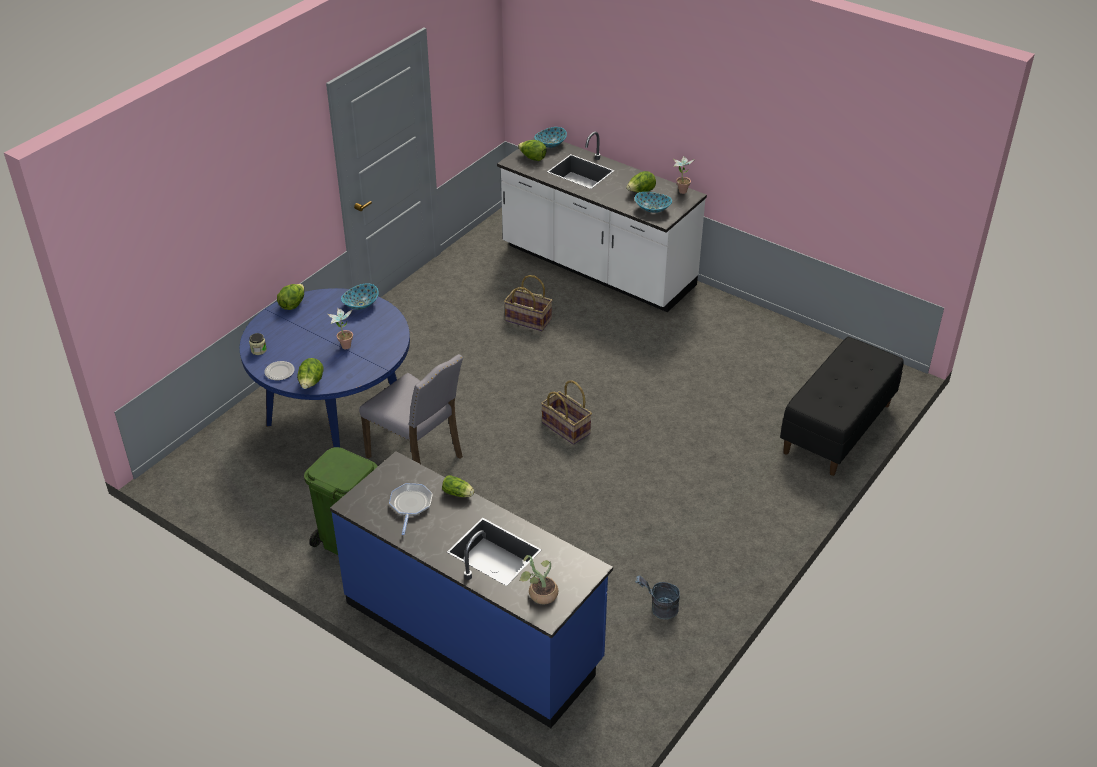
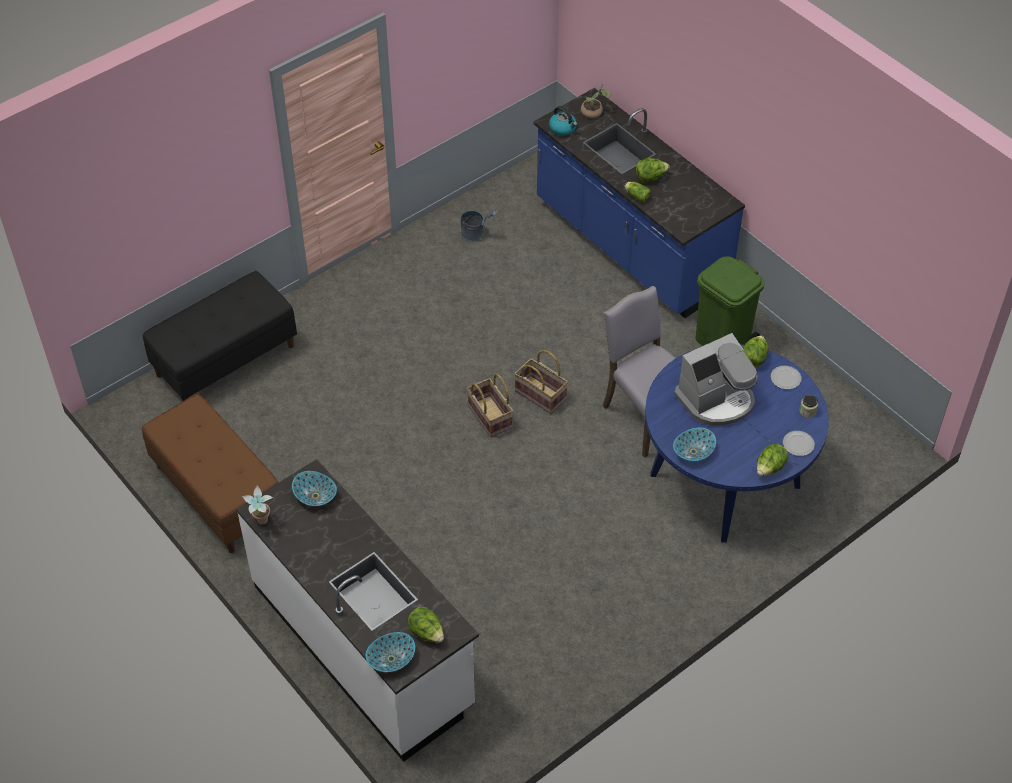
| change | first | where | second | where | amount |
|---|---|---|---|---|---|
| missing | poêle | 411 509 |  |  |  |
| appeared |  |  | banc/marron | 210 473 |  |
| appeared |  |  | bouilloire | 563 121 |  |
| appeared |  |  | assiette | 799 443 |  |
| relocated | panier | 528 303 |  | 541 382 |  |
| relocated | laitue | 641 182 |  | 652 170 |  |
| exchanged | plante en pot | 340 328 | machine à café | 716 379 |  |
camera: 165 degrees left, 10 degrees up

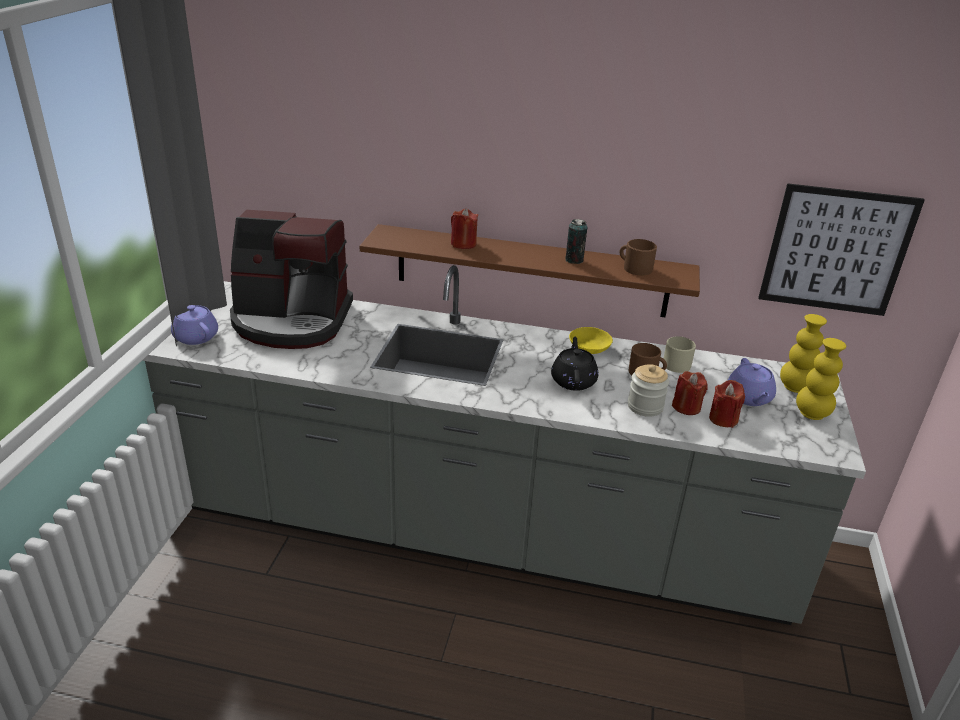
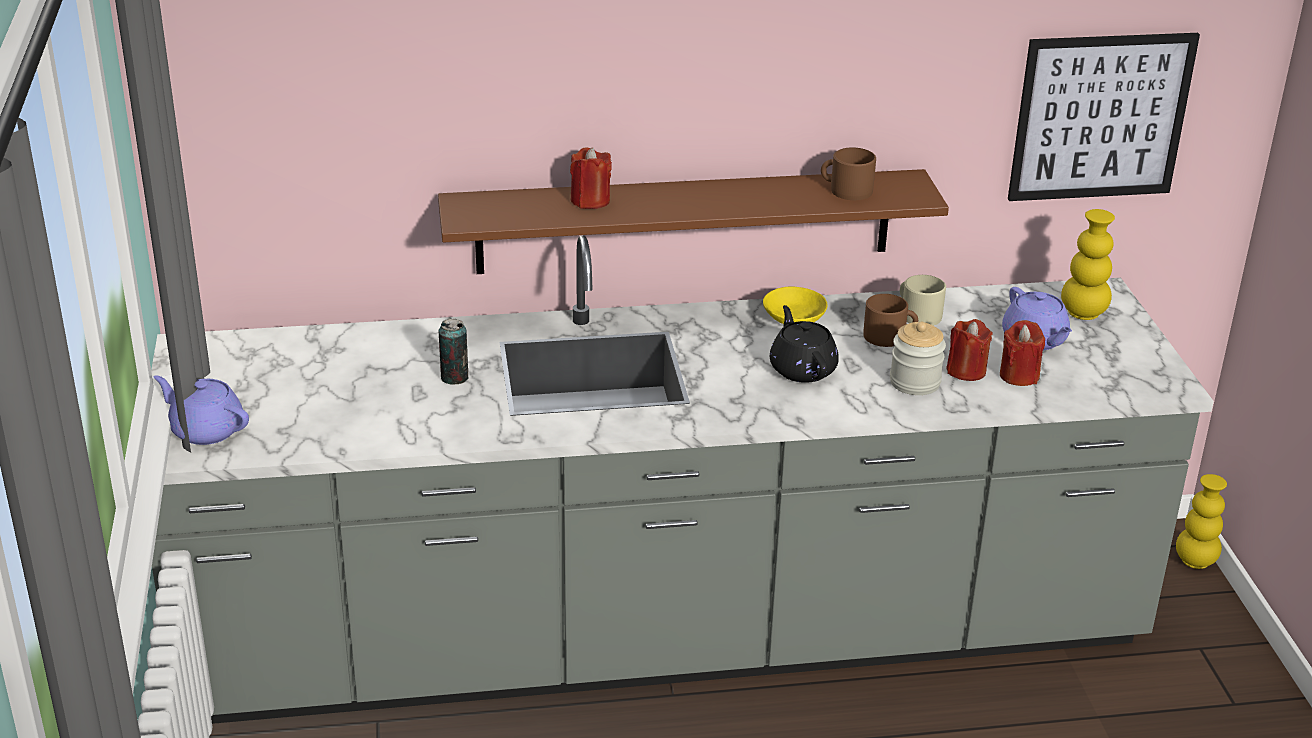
| change | first | where | second | where | amount |
|---|---|---|---|---|---|
| missing | machine à café | 291 279 |  |  |  |
| relocated | boîte métallique | 576 241 |  | 454 352 |  |
| relocated | vase/jaune | 821 379 |  | 1201 521 |  |
camera: 20 degrees left, 0 degrees up

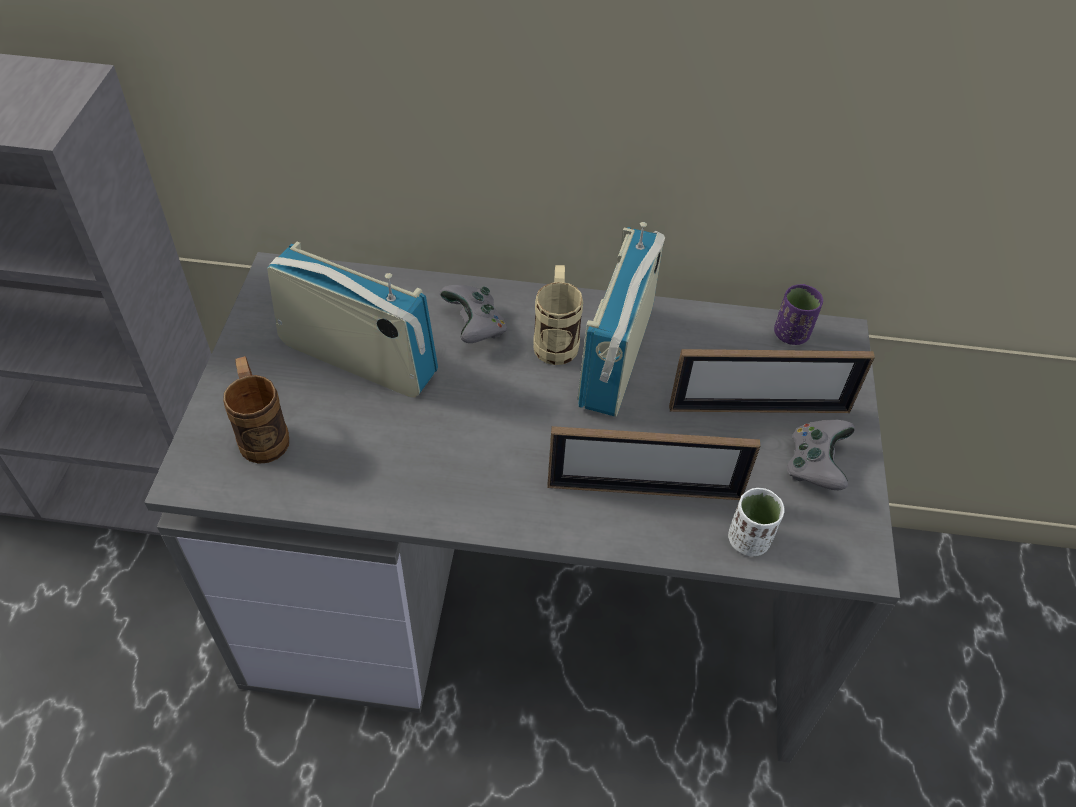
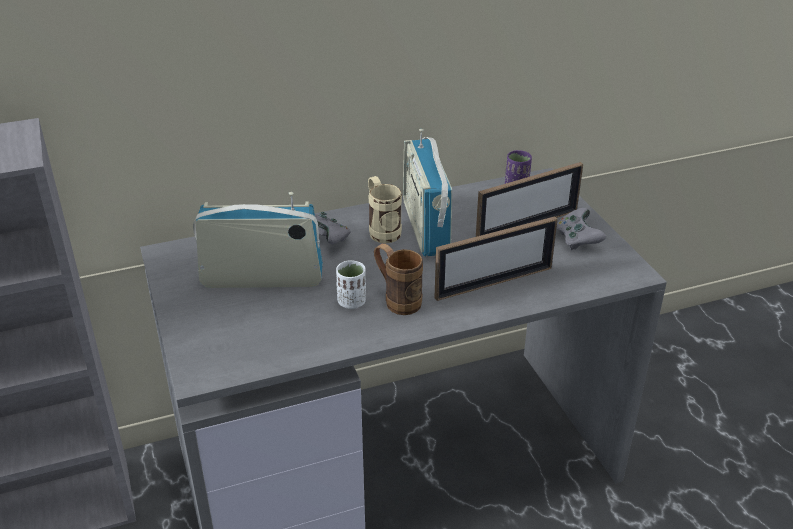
| change | first | where | second | where | amount |
|---|---|---|---|---|---|
| relocated | mug/marron | 256 410 |  | 398 279 |  |
| relocated | tasse/blanc | 756 522 |  | 351 284 |  |
camera: 25 degrees left, 15 degrees down

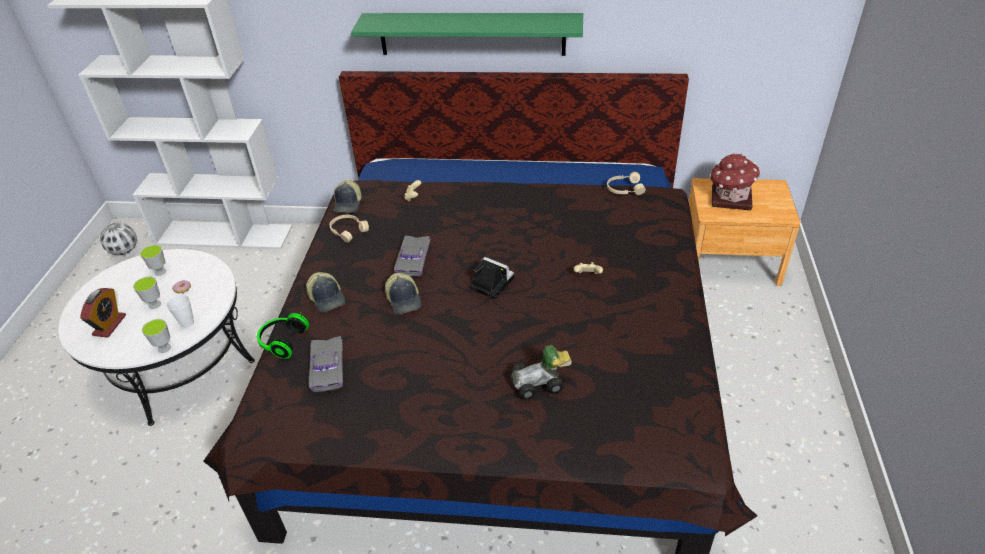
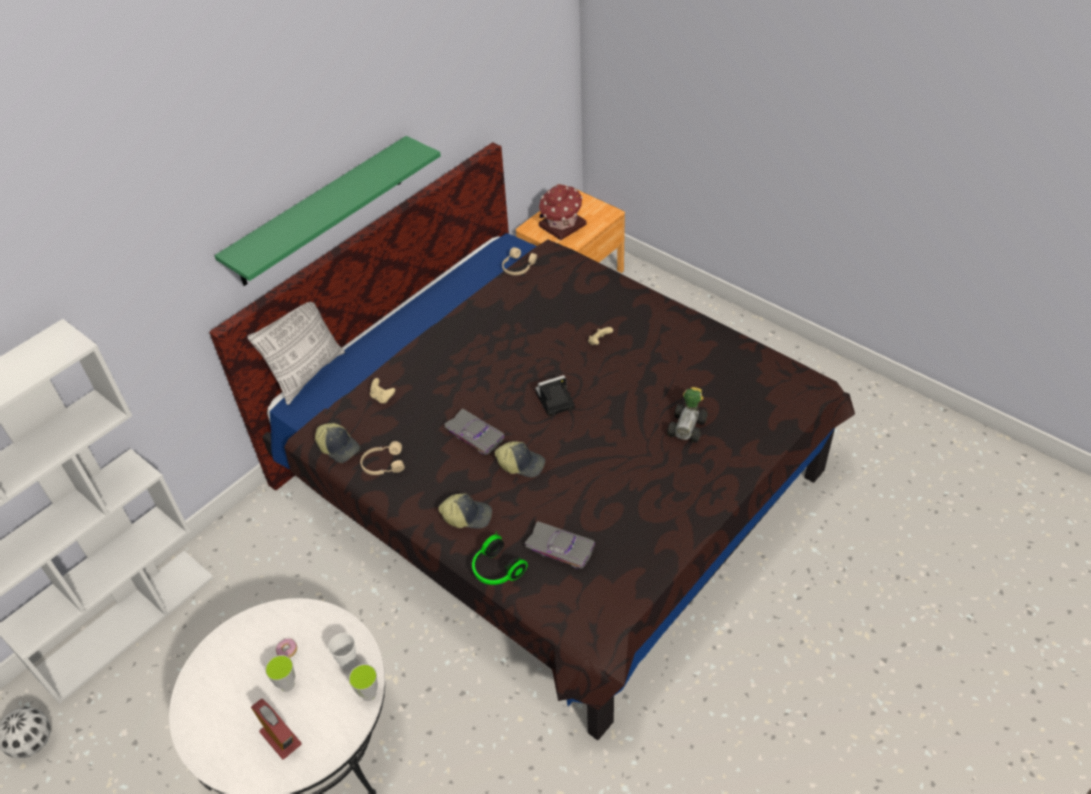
| change | first | where | second | where | amount |
|---|---|---|---|---|---|
| missing | tasse | 153 260 |  |  |  |
| appeared |  |  | coussin | 296 353 |  |
camera: 55 degrees left, 5 degrees up

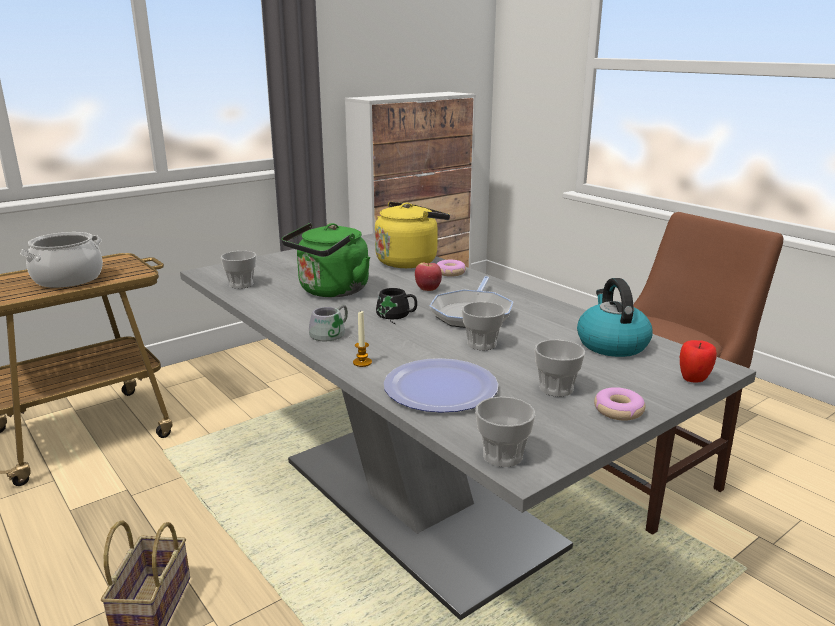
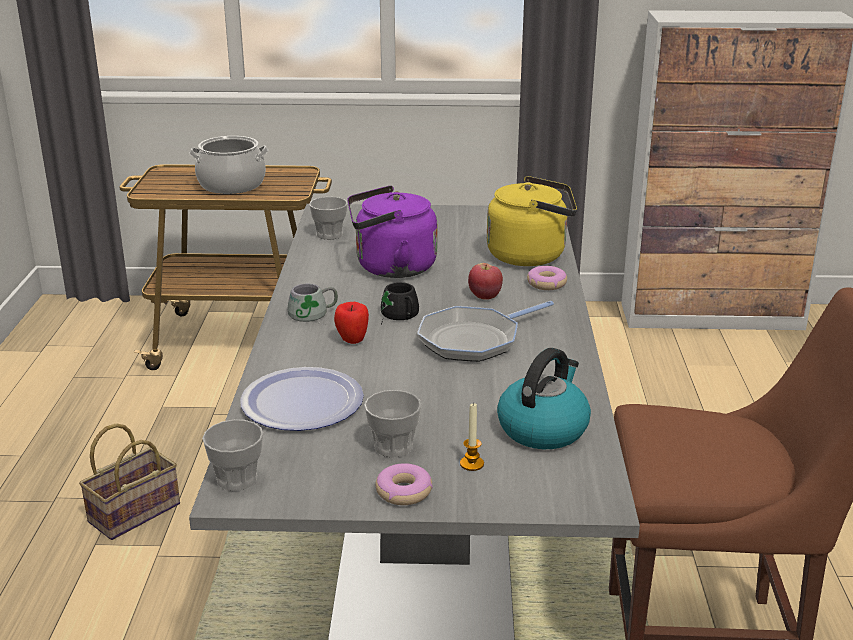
| change | first | where | second | where | amount |
|---|---|---|---|---|---|
| missing | tasse | 483 326 |  |  |  |
| relocated | bougie | 362 338 |  | 472 436 |  |
| relocated | pomme | 698 361 |  | 351 323 |  |
| colour | bouilloire/vert | 326 260 | bouilloire/violet | 392 231 |  |
camera: 40 degrees right, 5 degrees up

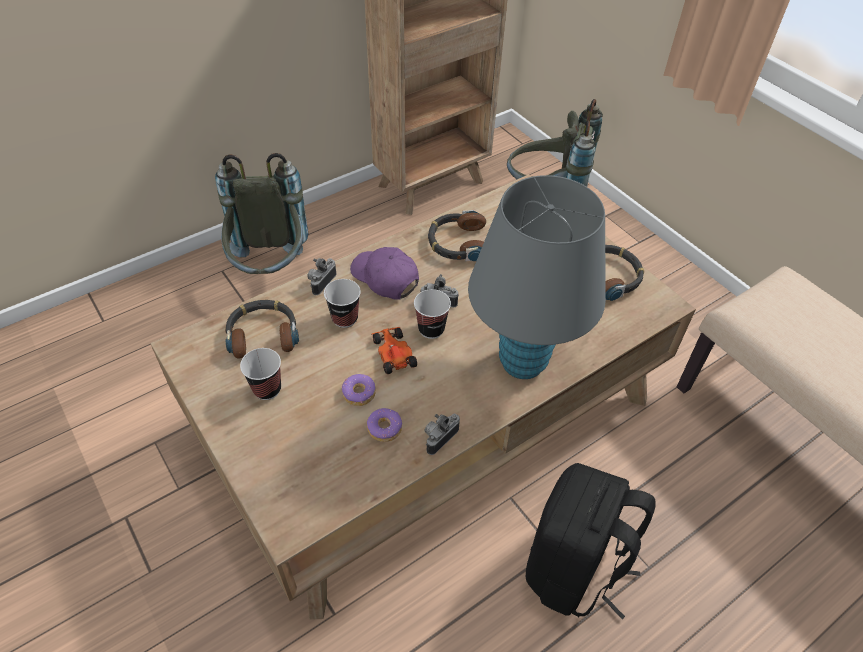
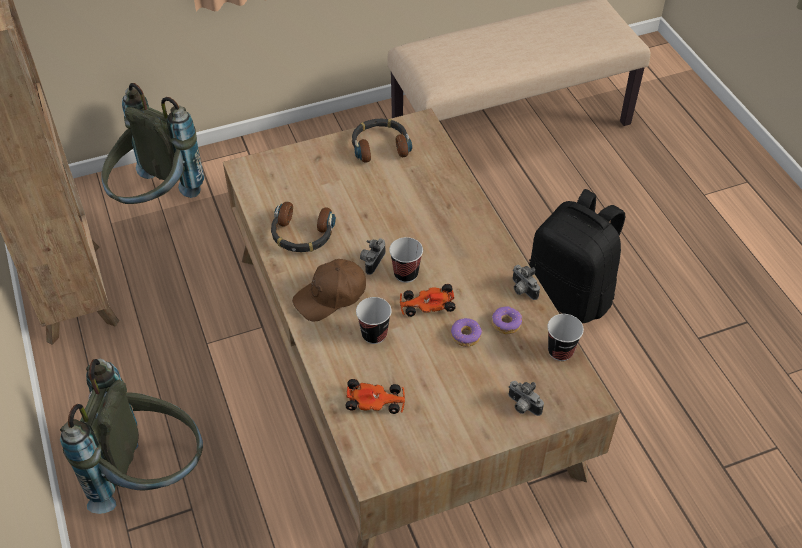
| change | first | where | second | where | amount |
|---|---|---|---|---|---|
| missing | lampe de table/gris | 537 277 |  |  |  |
| relocated | tasse | 260 374 |  | 565 337 |  |
| relocated | appareil photo | 321 276 |  | 526 398 |  |
| exchanged | casque audio | 262 329 | petite voiture | 375 396 |  |
| colour | casquette/violet | 384 273 | casquette/marron | 329 290 |  |
camera: 75 degrees left, 0 degrees up

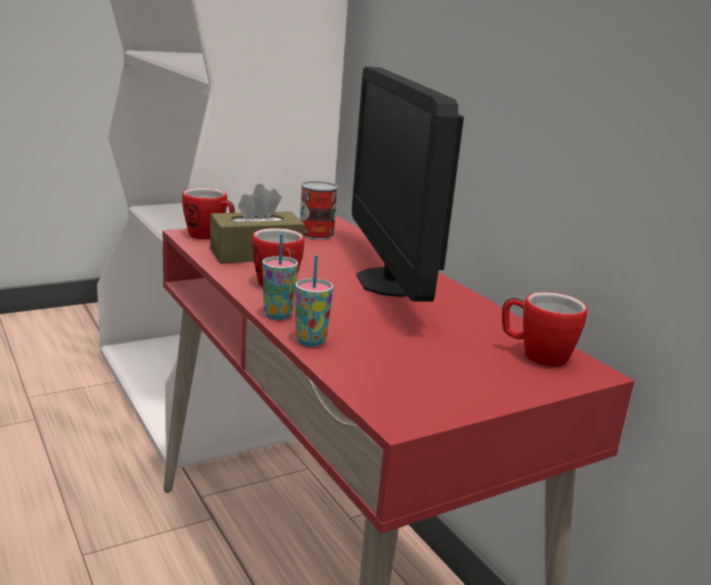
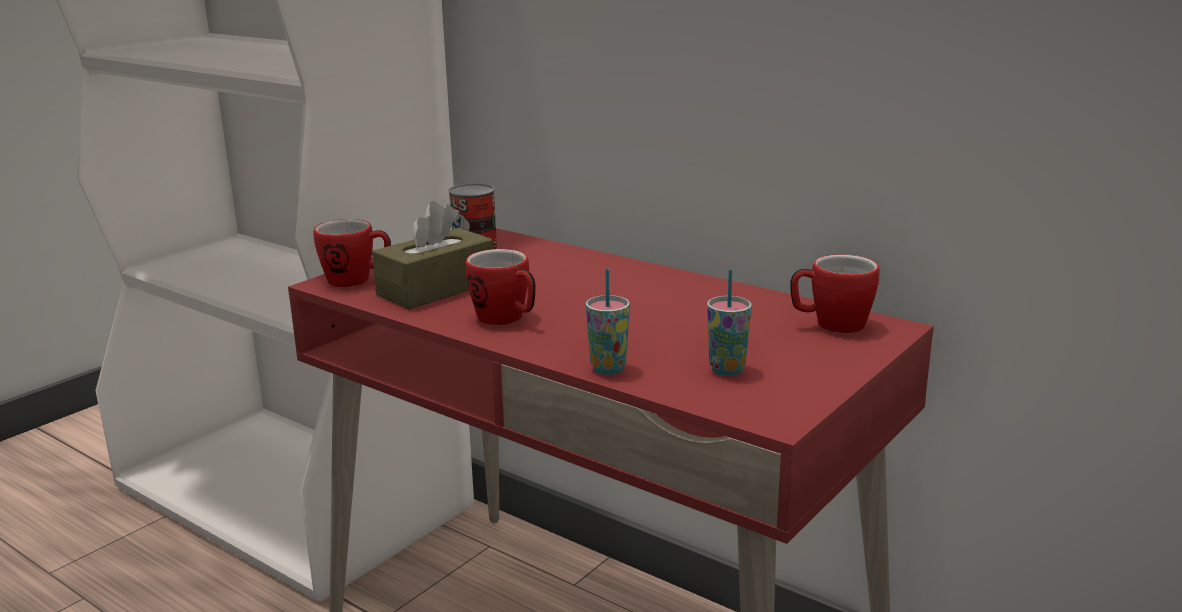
| change | first | where | second | where | amount |
|---|---|---|---|---|---|
| missing | écran d'ordinateur | 408 184 |  |  |  |
| relocated | tasse | 280 277 |  | 729 322 |  |
camera: 20 degrees left, 0 degrees up

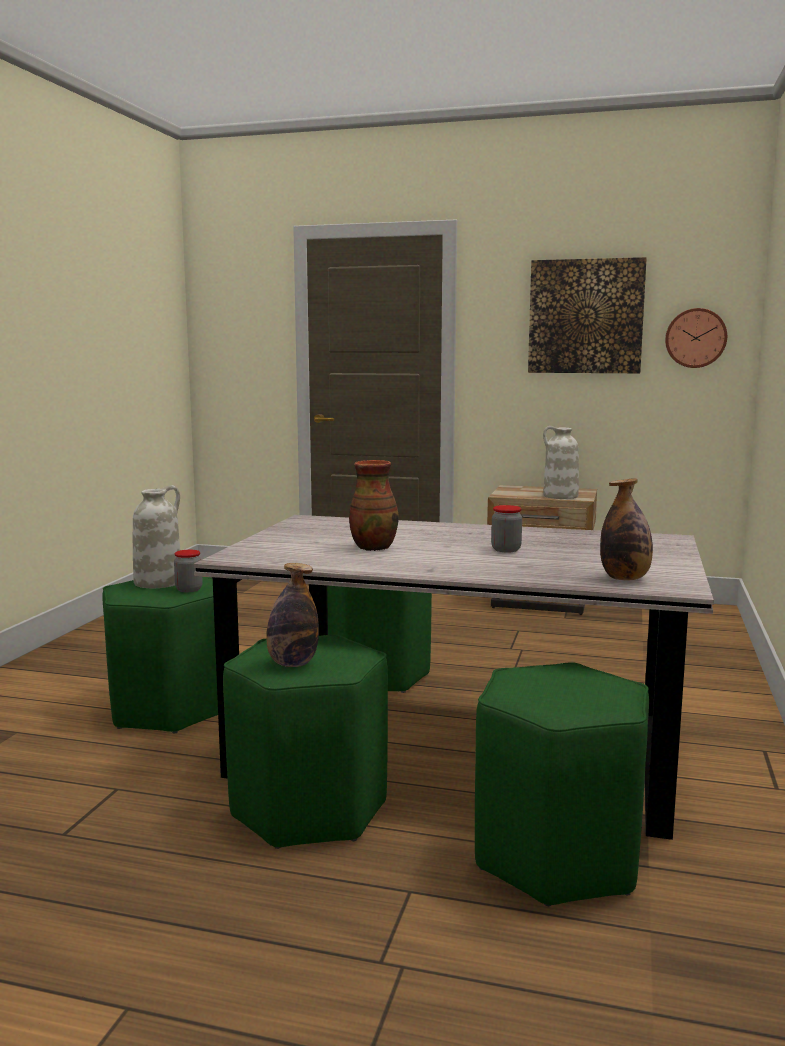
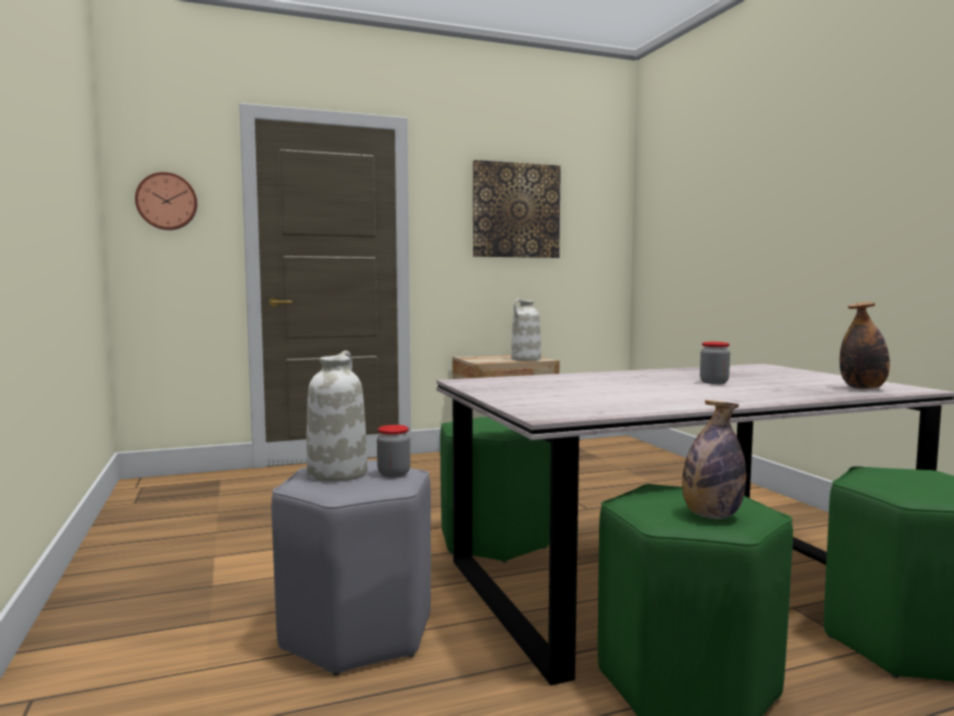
| change | first | where | second | where | amount |
|---|---|---|---|---|---|
| missing | vase | 374 505 |  |  |  |
| relocated | horloge murale | 696 338 |  | 166 201 |  |
| colour | tabouret/vert | 160 655 | tabouret/gris | 351 567 |  |
camera: 35 degrees left, 5 degrees down

